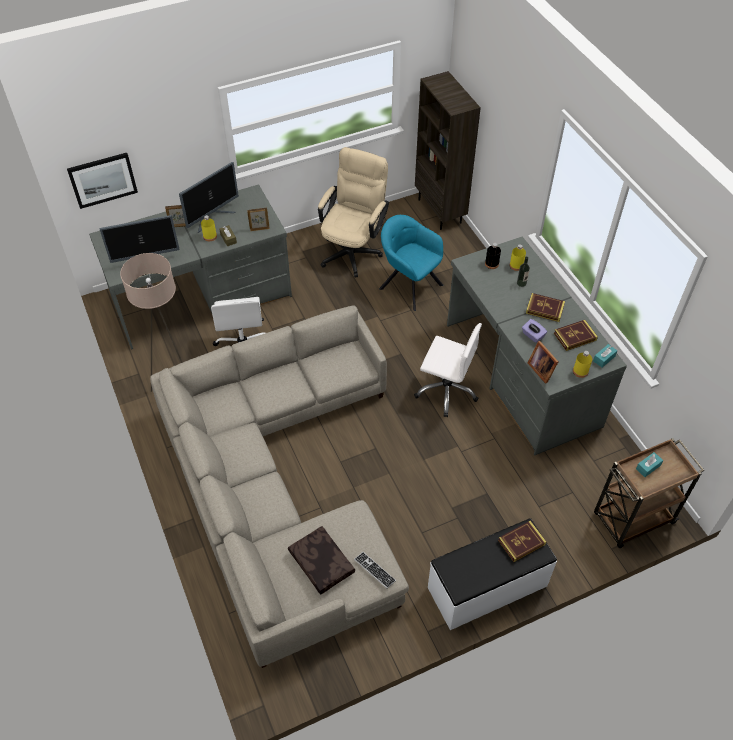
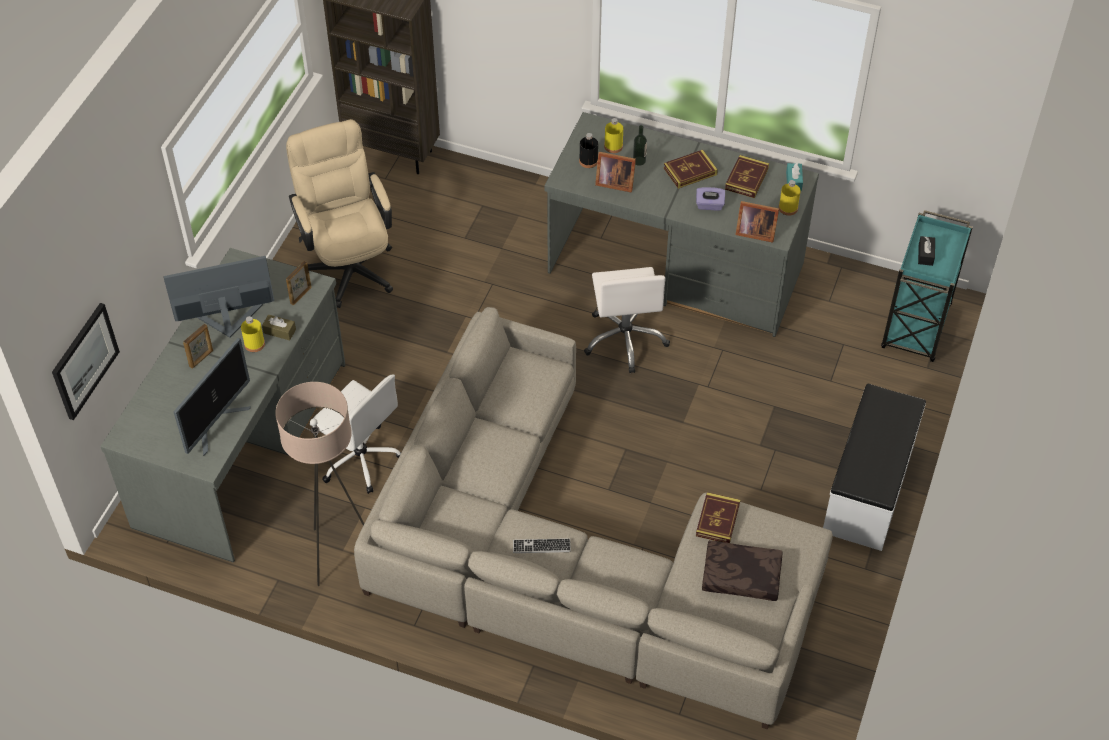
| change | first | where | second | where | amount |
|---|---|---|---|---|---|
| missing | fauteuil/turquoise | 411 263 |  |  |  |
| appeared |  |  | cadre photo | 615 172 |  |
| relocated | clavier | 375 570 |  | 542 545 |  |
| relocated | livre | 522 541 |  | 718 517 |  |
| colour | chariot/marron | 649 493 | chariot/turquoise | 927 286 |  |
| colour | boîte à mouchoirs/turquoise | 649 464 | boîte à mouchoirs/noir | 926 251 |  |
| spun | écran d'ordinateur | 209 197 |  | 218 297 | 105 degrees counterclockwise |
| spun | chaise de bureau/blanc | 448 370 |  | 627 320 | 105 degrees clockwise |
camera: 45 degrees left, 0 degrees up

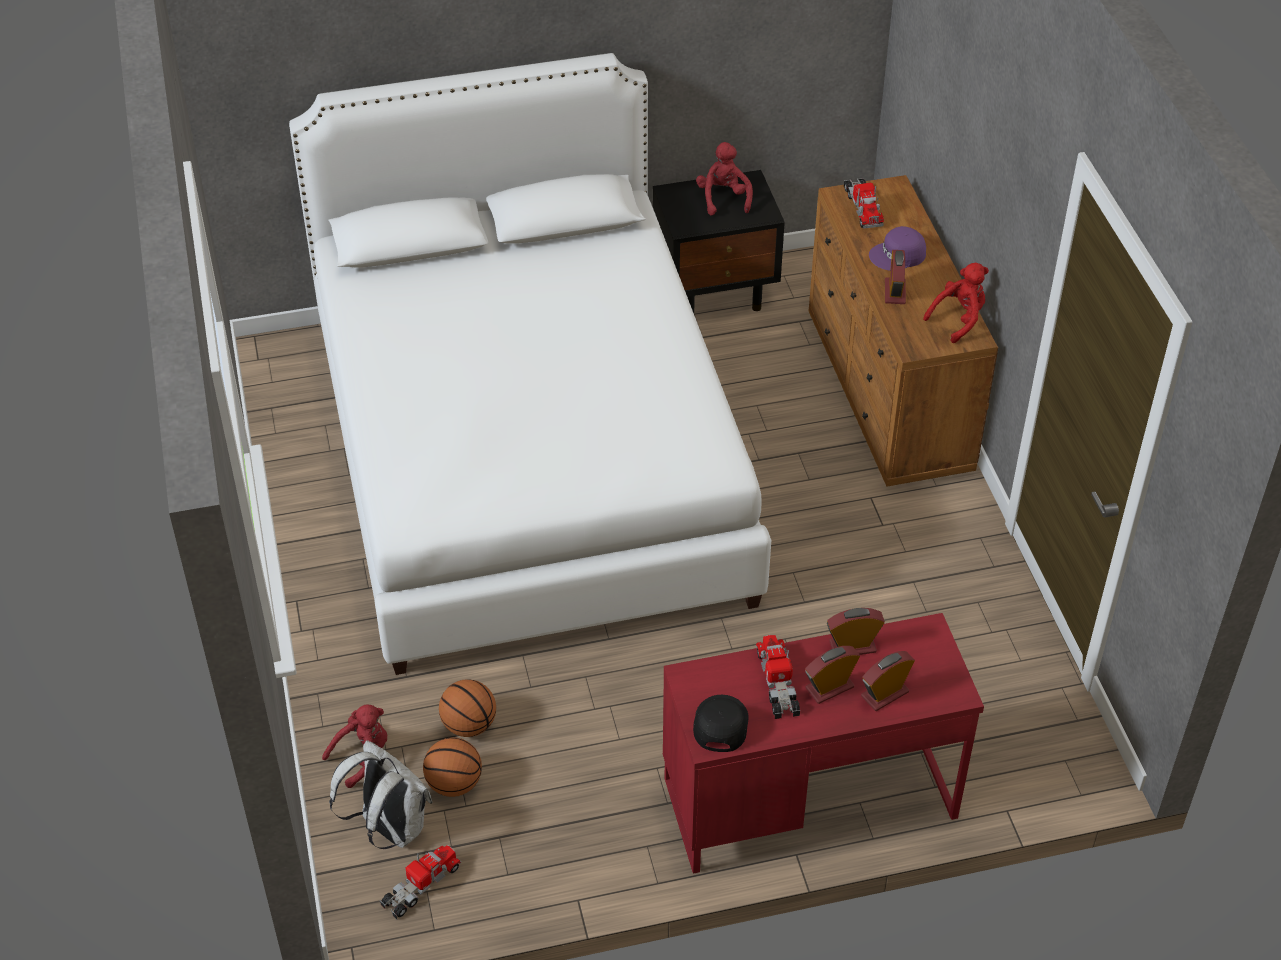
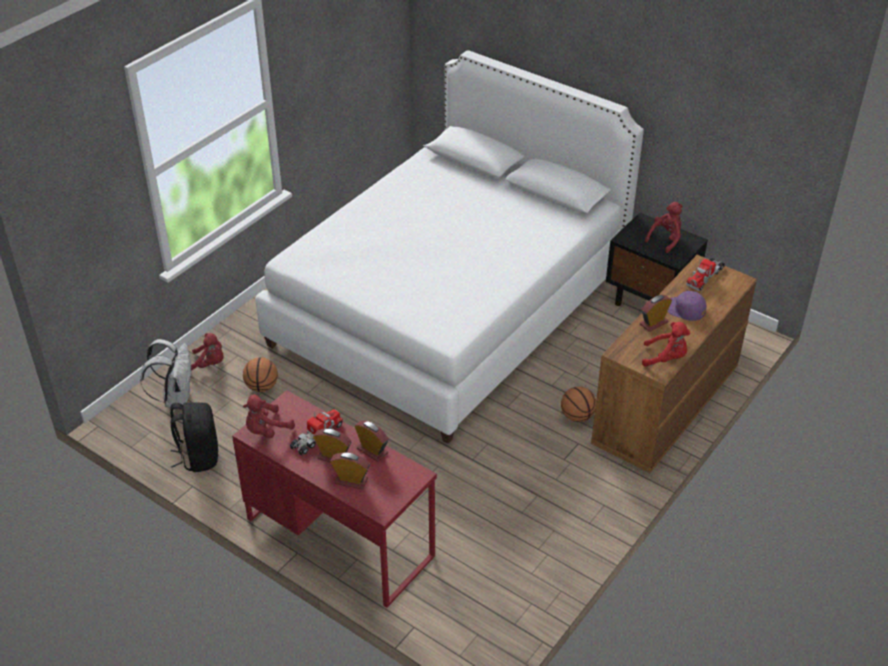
| change | first | where | second | where | amount |
|---|---|---|---|---|---|
| missing | camion jouet | 420 882 |  |  |  |
| appeared |  |  | sac à dos/noir | 194 437 |  |
| relocated | ballon de basket | 452 767 |  | 578 404 |  |
| exchanged | casquette/noir | 721 723 | peluche/rouge | 269 416 |  |
camera: 50 degrees right, 5 degrees down

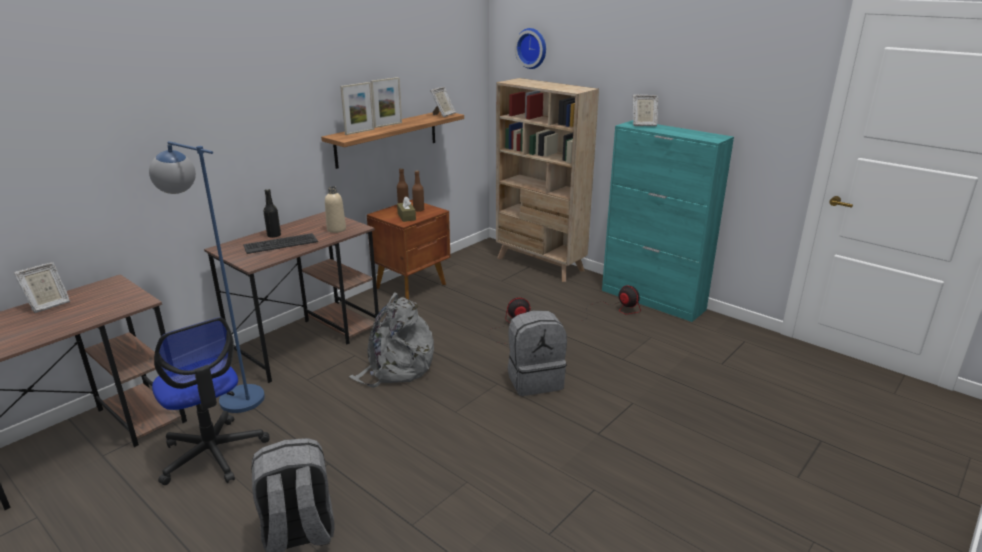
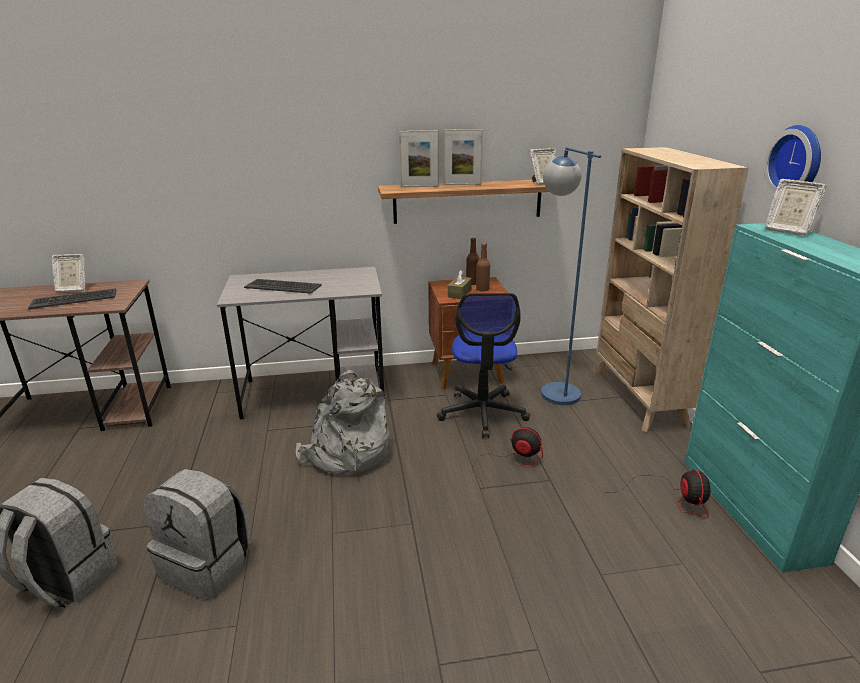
| change | first | where | second | where | amount |
|---|---|---|---|---|---|
| missing | bouteille/noir | 272 213 |  |  |  |
| missing | bouteille/beige | 335 209 |  |  |  |
| appeared |  |  | clavier | 72 298 |  |
| relocated | lampadaire/bleu | 207 277 |  | 571 276 |  |
| relocated | chaise de bureau | 211 401 |  | 483 365 |  |
| relocated | sac à dos/gris | 537 353 |  | 197 534 |  |
| relocated | horloge murale | 530 48 |  | 792 159 |  |
| colour | bureau/marron | 291 297 | bureau/gris | 301 343 |  |
camera: 40 degrees right, 0 degrees up

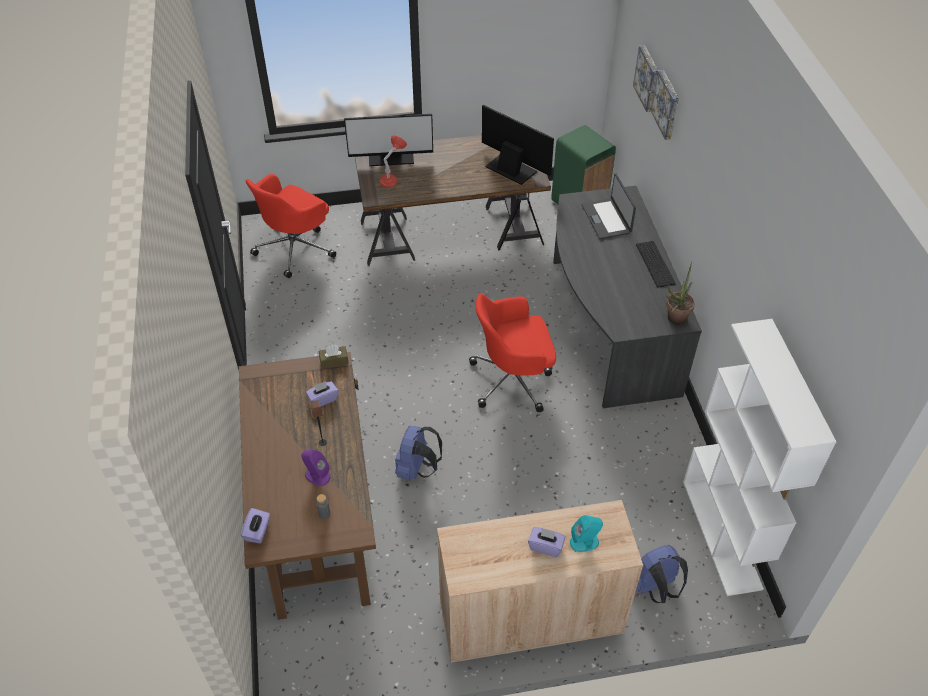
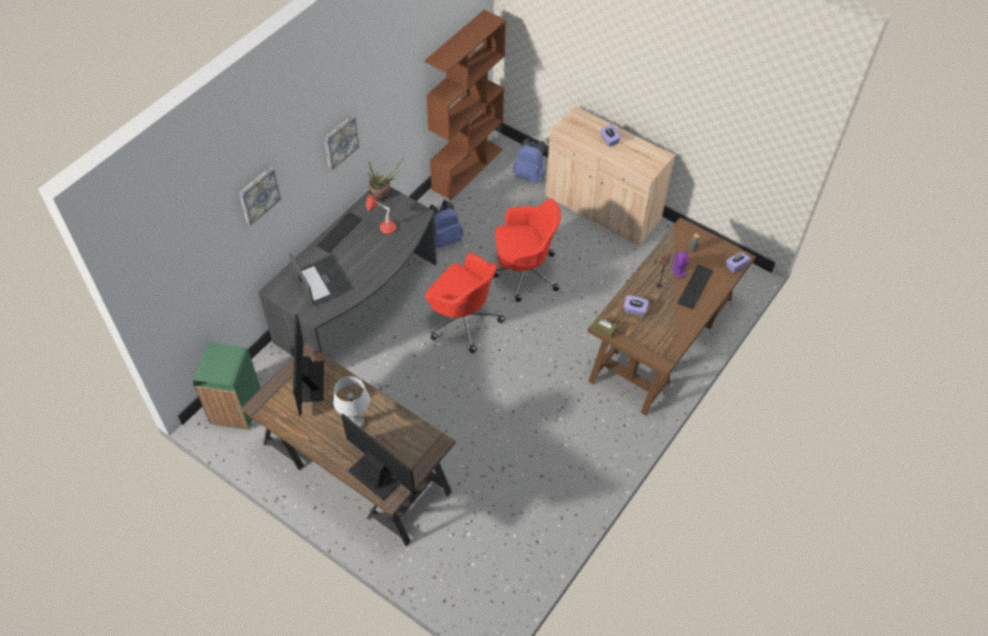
| change | first | where | second | where | amount |
|---|---|---|---|---|---|
| missing | enceinte/turquoise | 586 533 |  |  |  |
| appeared |  |  | lampe de table/gris | 351 402 |  |
| appeared |  |  | clavier | 695 287 |  |
| relocated | chaise de bureau/rouge | 291 226 |  | 527 250 |  |
| relocated | lampe de table/rouge | 393 161 |  | 381 214 |  |
| relocated | sac à dos/bleu | 418 453 |  | 446 224 |  |
| relocated | tableau | 645 78 |  | 341 142 |  |
| colour | bibliothèque/blanc | 759 457 | bibliothèque/marron | 465 105 |  |
| spun | ordinateur portable | 608 206 |  | 315 279 | 60 degrees counterclockwise |
camera: 135 degrees left, 5 degrees up

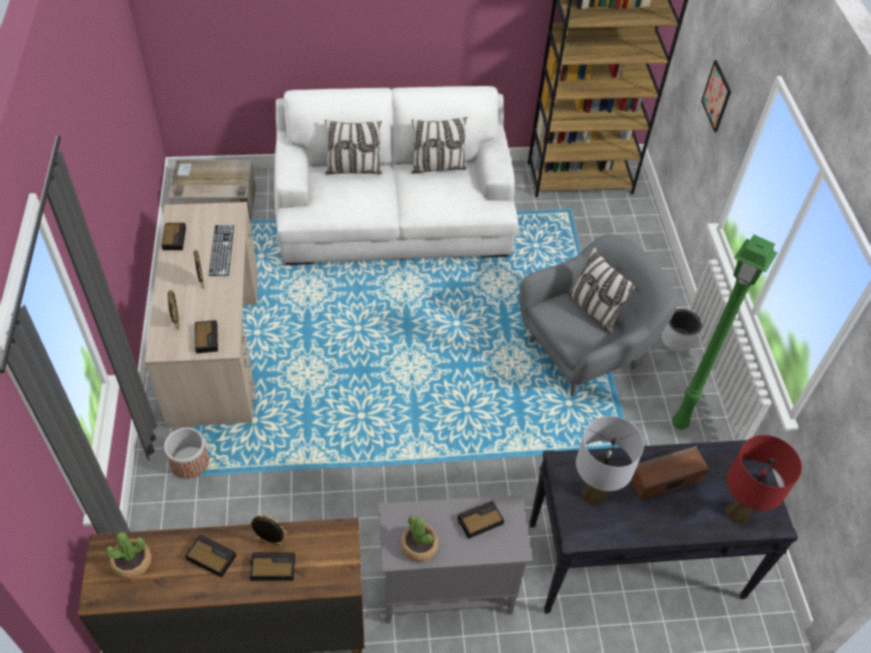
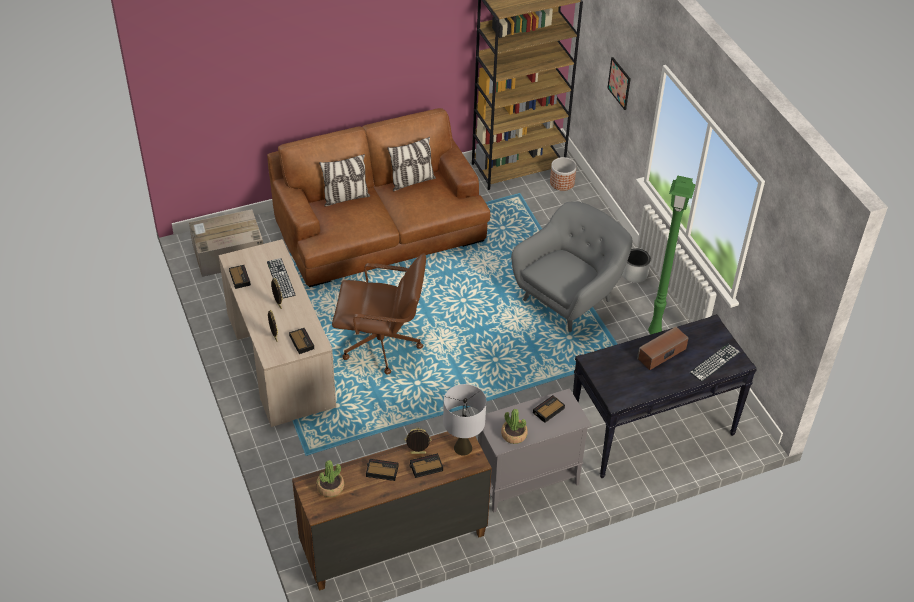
| change | first | where | second | where | amount |
|---|---|---|---|---|---|
| missing | coussin | 602 289 |  |  |  |
| appeared |  |  | chaise de bureau/marron | 379 313 |  |
| relocated | cache-pot | 186 453 |  | 563 174 |  |
| relocated | lampe de table/gris | 610 461 |  | 464 419 |  |
| exchanged | lampe de table/rouge | 764 479 | clavier | 714 363 |  |
| colour | canapé/blanc | 396 175 | canapé/marron | 378 197 |  |
camera: 15 degrees left, 5 degrees down

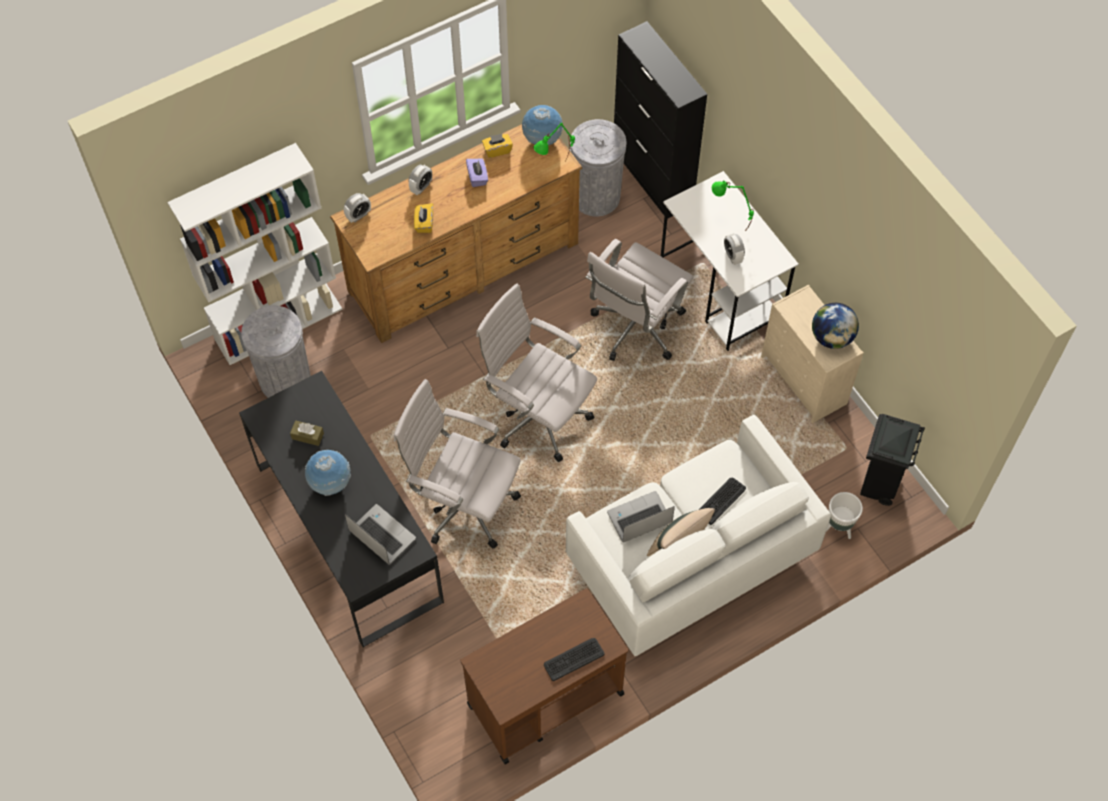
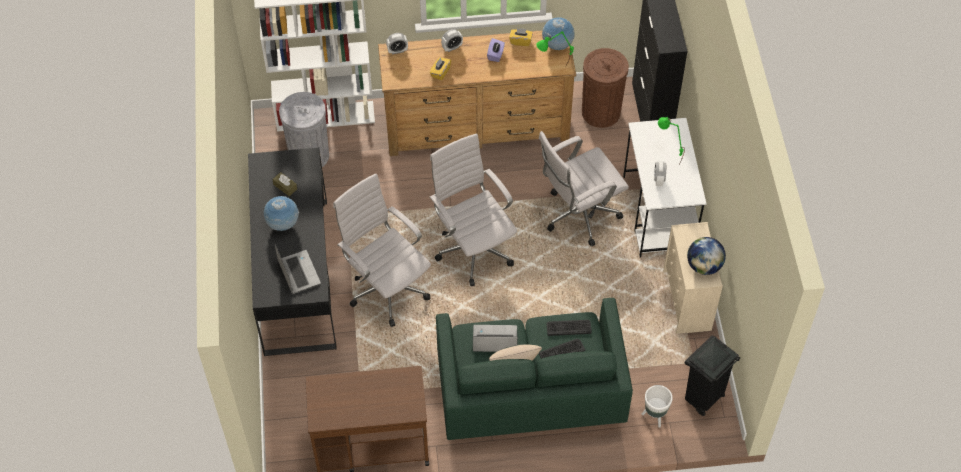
| change | first | where | second | where | amount |
|---|---|---|---|---|---|
| relocated | clavier | 574 659 |  | 569 328 |  |
| colour | canapé/blanc | 698 535 | canapé/vert | 534 369 |  |
| colour | poubelle/gris | 598 167 | poubelle/marron | 605 88 |  |
camera: 25 degrees right, 5 degrees down

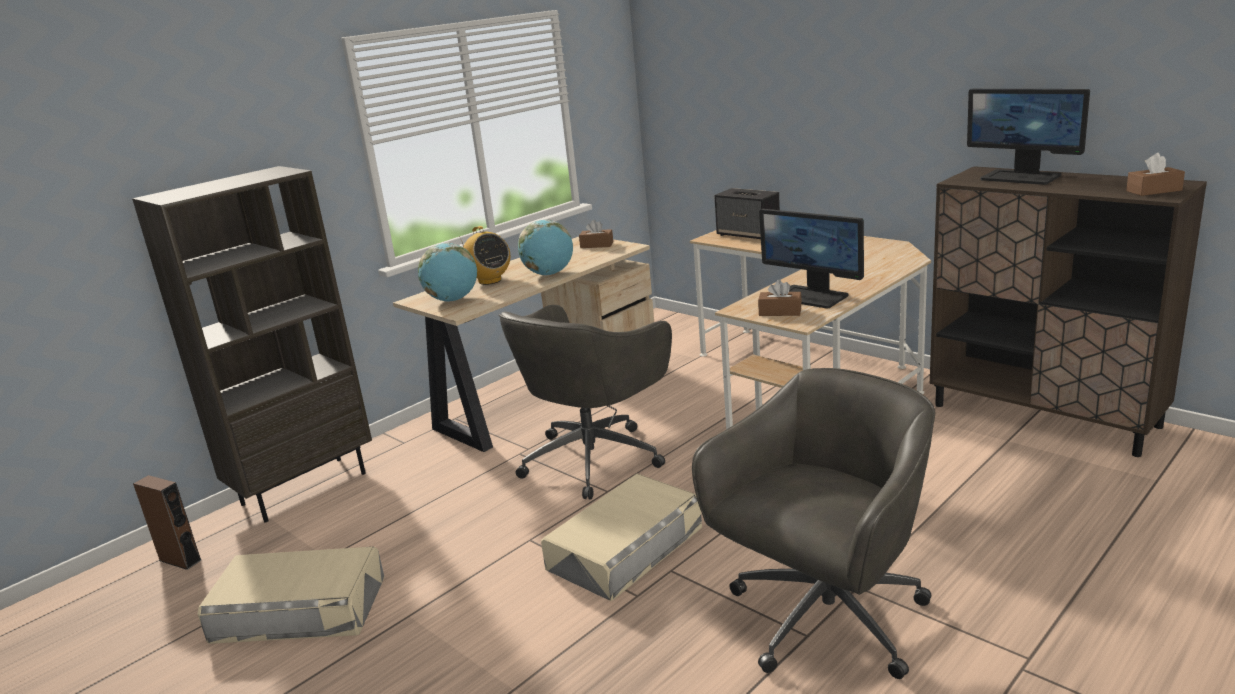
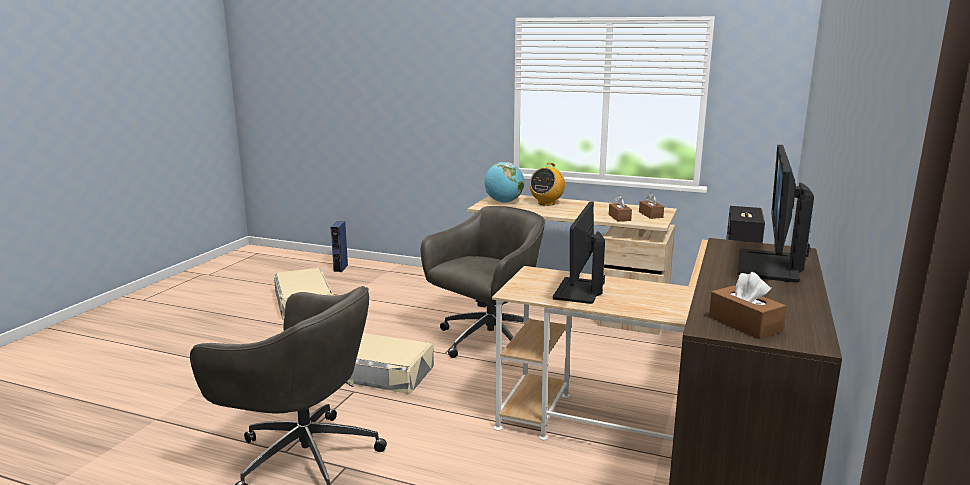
| change | first | where | second | where | amount |
|---|---|---|---|---|---|
| missing | bibliothèque/marron | 252 344 |  |  |  |
| missing | globe | 545 247 |  |  |  |
| relocated | boîte à mouchoirs/marron | 780 298 |  | 620 208 |  |
| colour | enceinte/marron | 167 522 | enceinte/bleu | 339 246 |  |
| spun | chaise de bureau/gris | 585 402 |  | 483 282 | 120 degrees clockwise |
camera: 65 degrees right, 5 degrees down

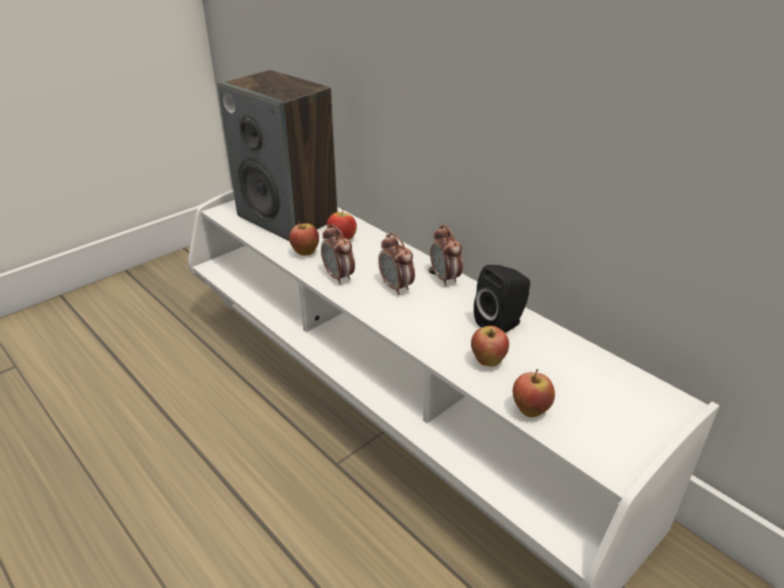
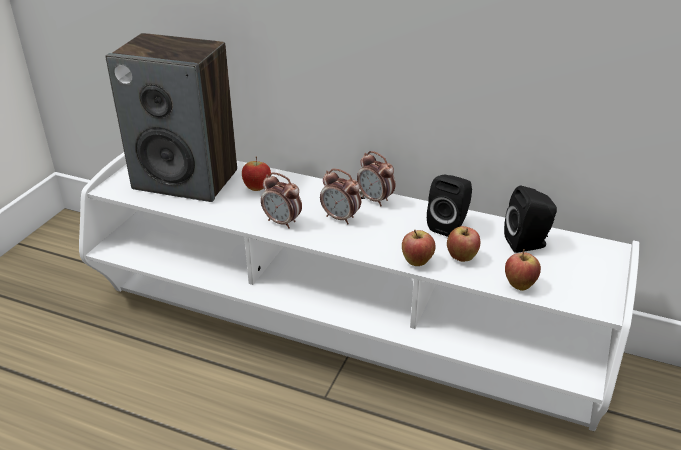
| change | first | where | second | where | amount |
|---|---|---|---|---|---|
| appeared |  |  | enceinte/noir | 530 219 |  |
| relocated | pomme | 304 238 |  | 419 248 |  |
camera: 25 degrees left, 0 degrees up

